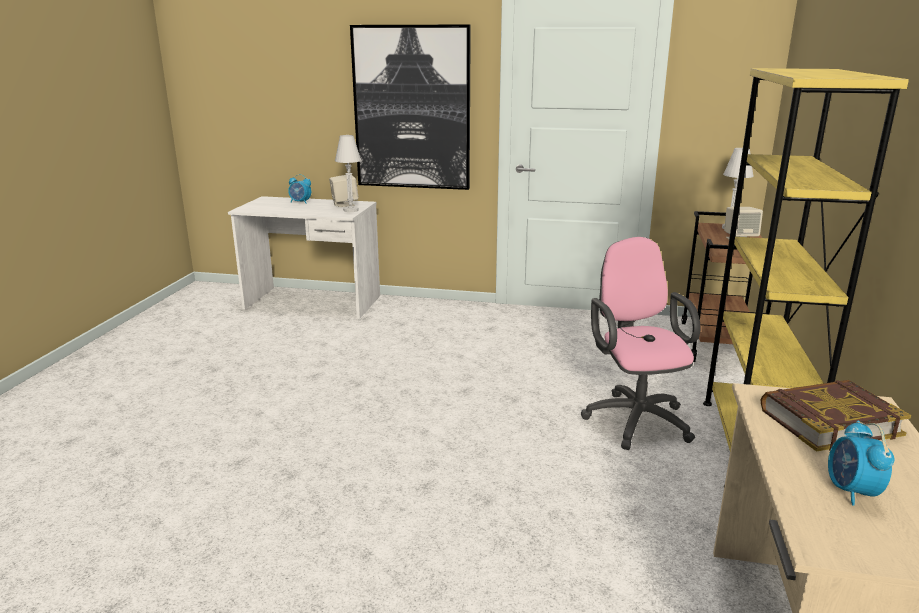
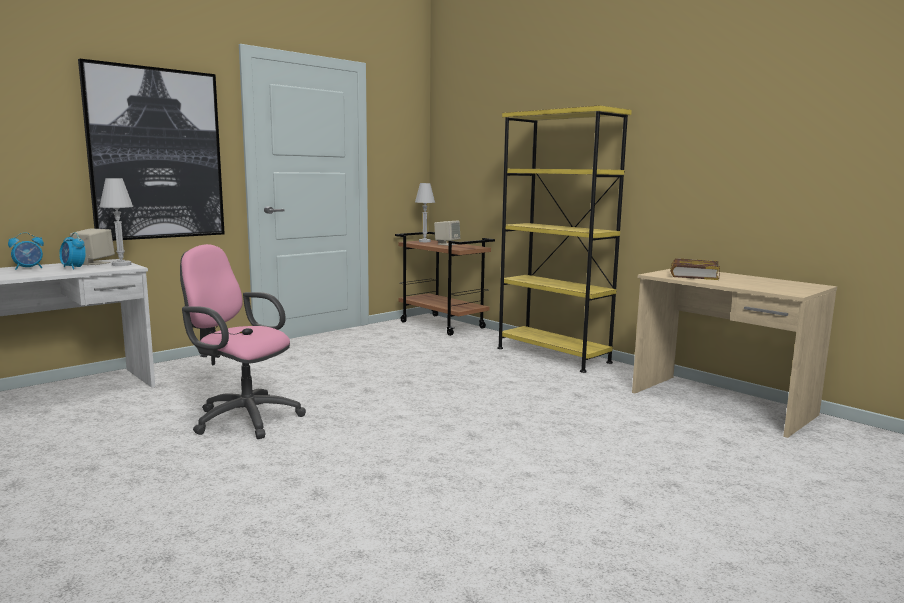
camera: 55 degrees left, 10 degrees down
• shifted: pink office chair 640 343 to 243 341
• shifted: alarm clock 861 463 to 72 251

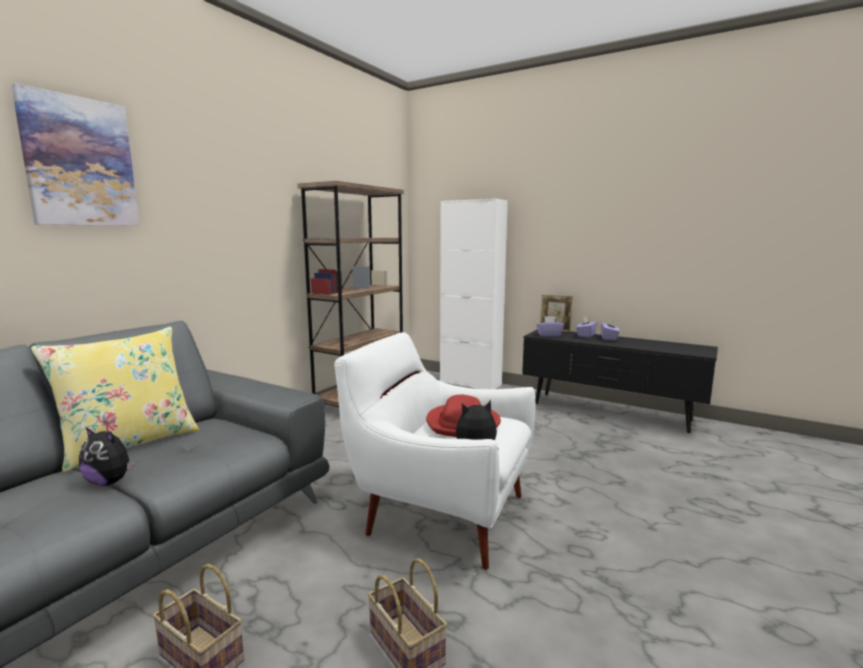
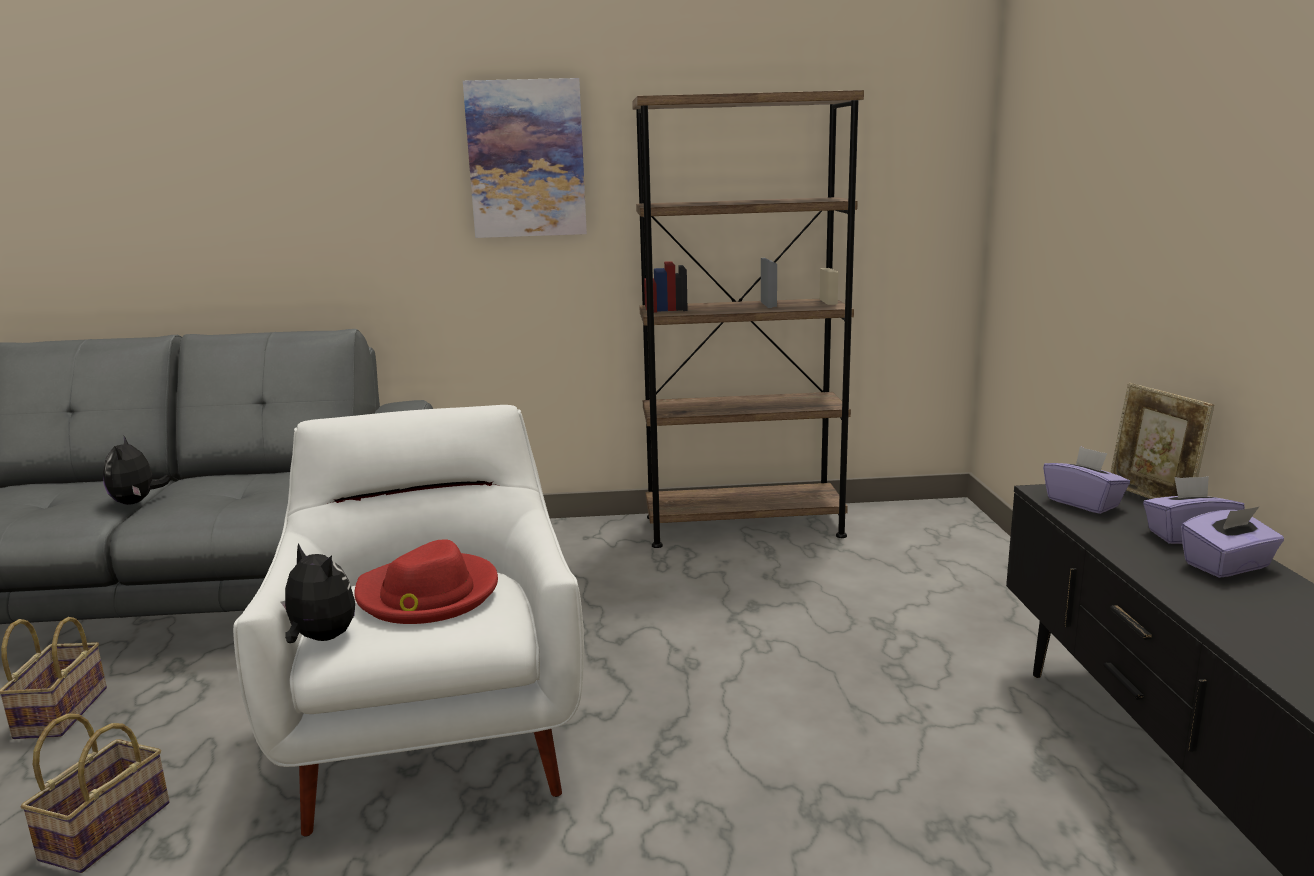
camera: 55 degrees right, 5 degrees up
• gone: yellow pillow 115 400
• gone: white cabinet 474 294
• shifted: picture 75 154 to 525 158

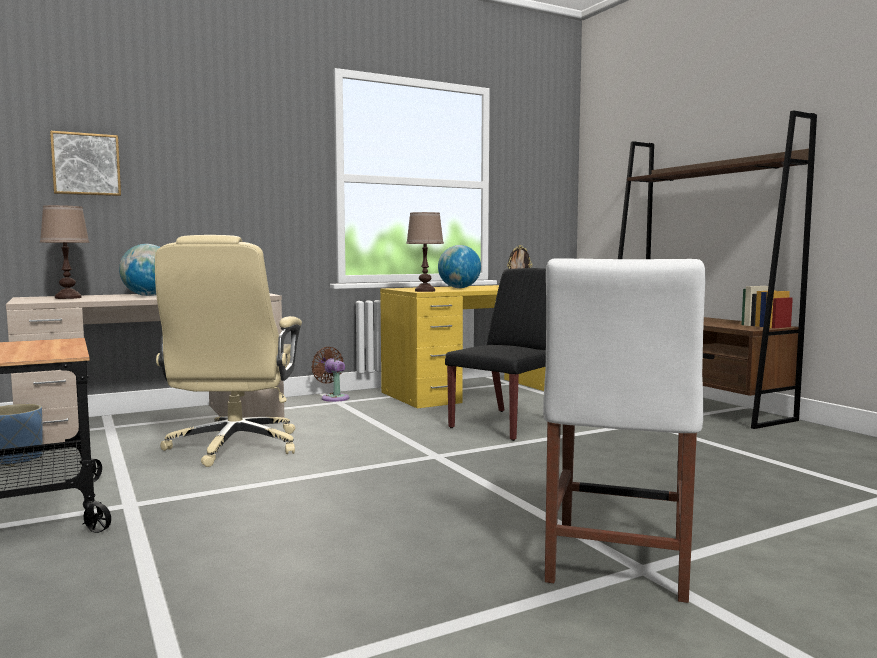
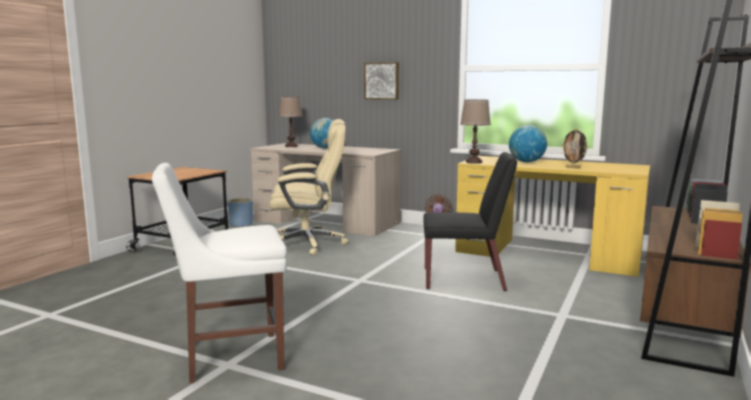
camera: 55 degrees right, 5 degrees up
• shifted: picture 85 163 to 381 81
• rotated: beige office chair 228 351 = 308 187 150 degrees counterclockwise

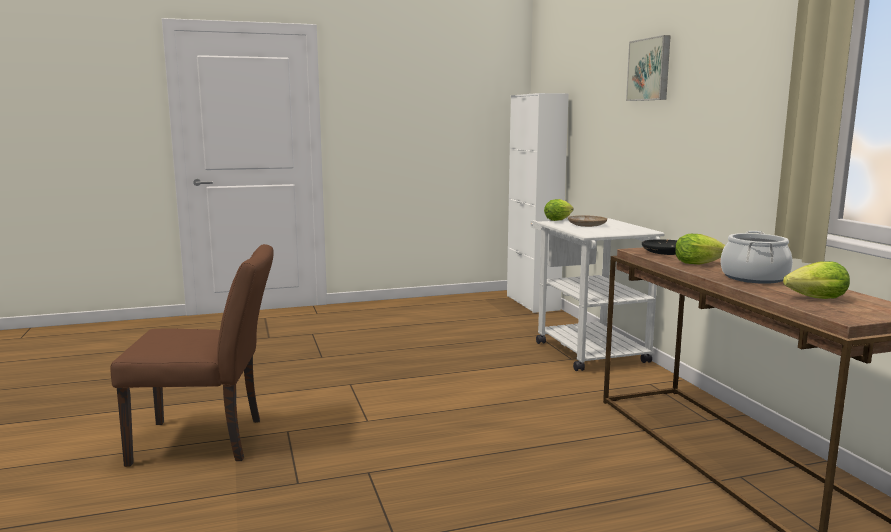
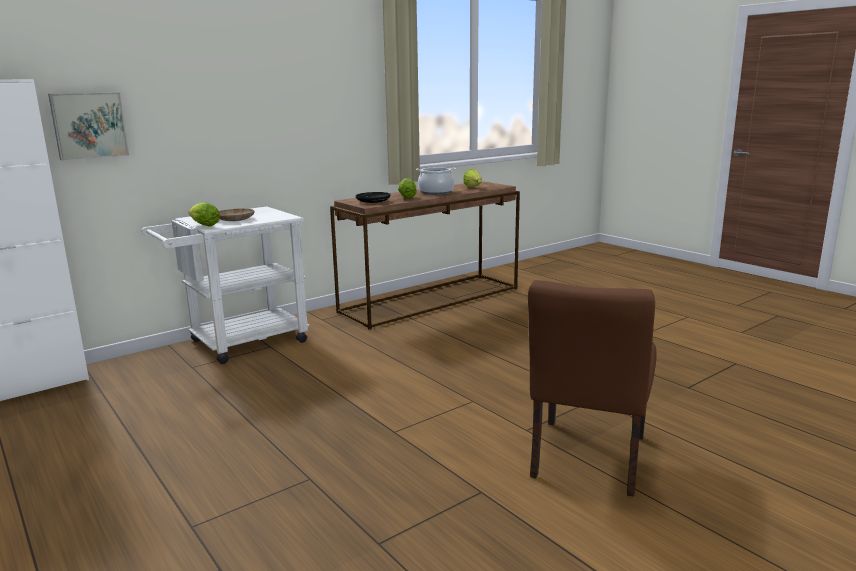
camera: 110 degrees left, 5 degrees up
• shifted: picture 648 68 to 88 126
• rotated: brown chair 192 355 = 592 388 135 degrees counterclockwise

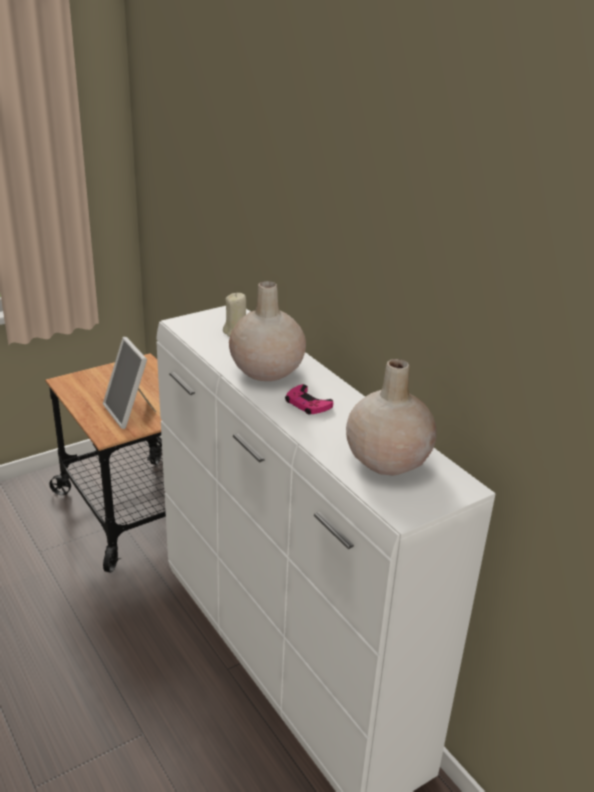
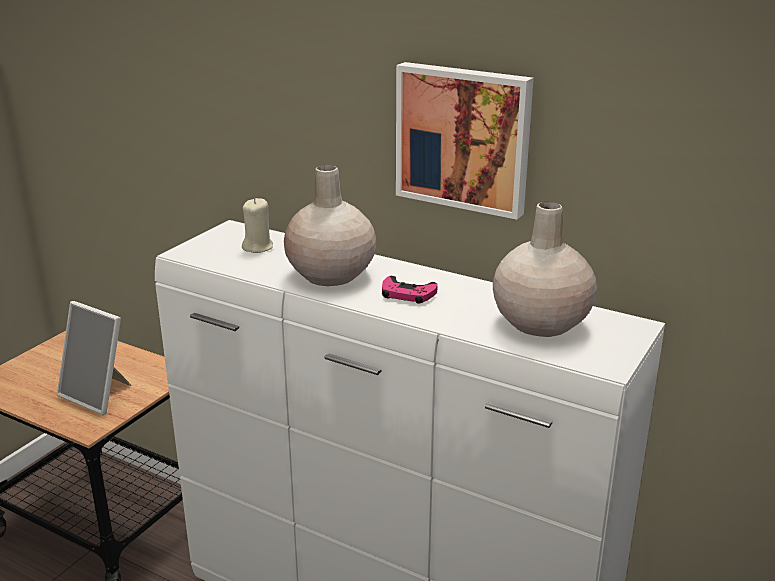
camera: 25 degrees left, 5 degrees down
• new: picture 465 141

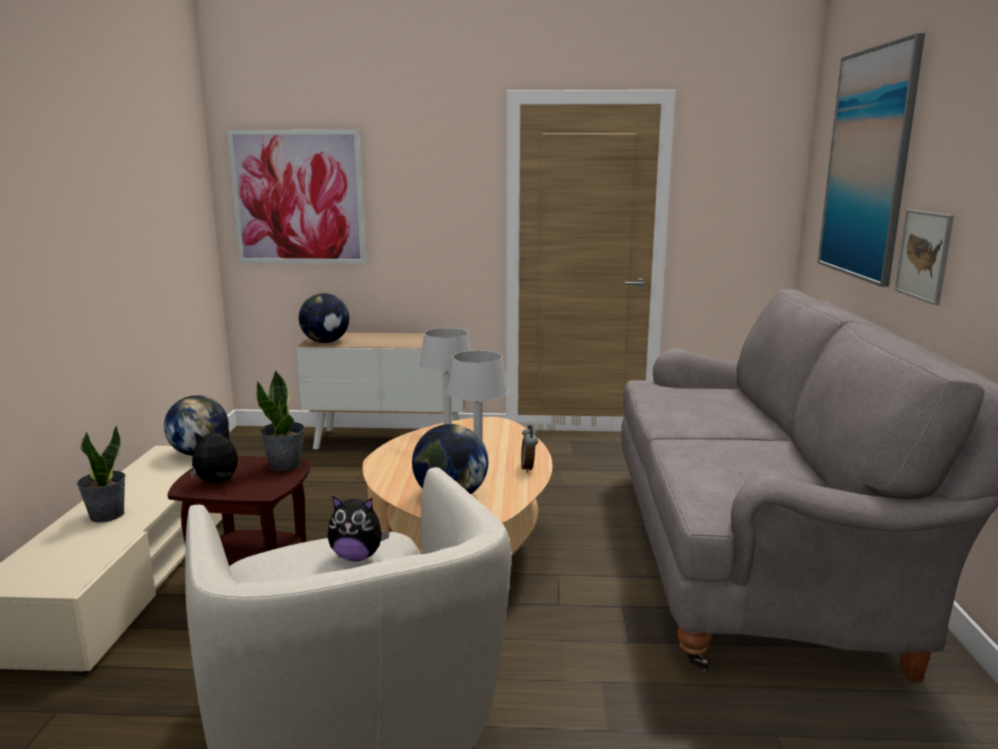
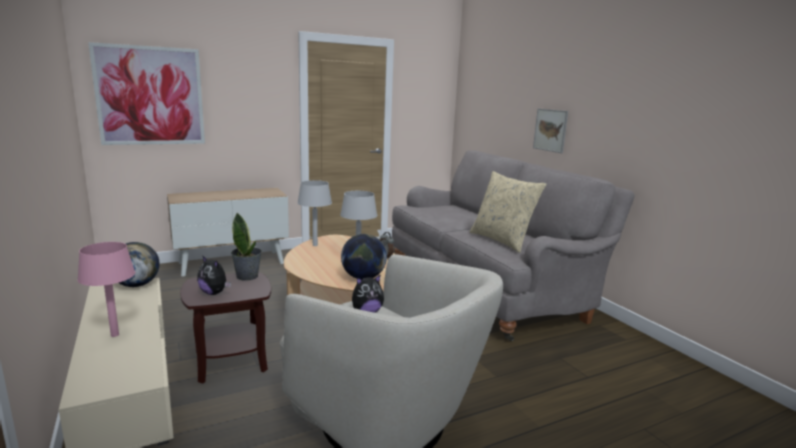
camera: 30 degrees left, 0 degrees up
• gone: globe 324 318
• gone: picture 871 160
• new: beige pillow 508 212
• swapped: potted plant 101 474 to pink table lamp 106 289
• rotated: plush toy 214 455 = 214 275 90 degrees counterclockwise

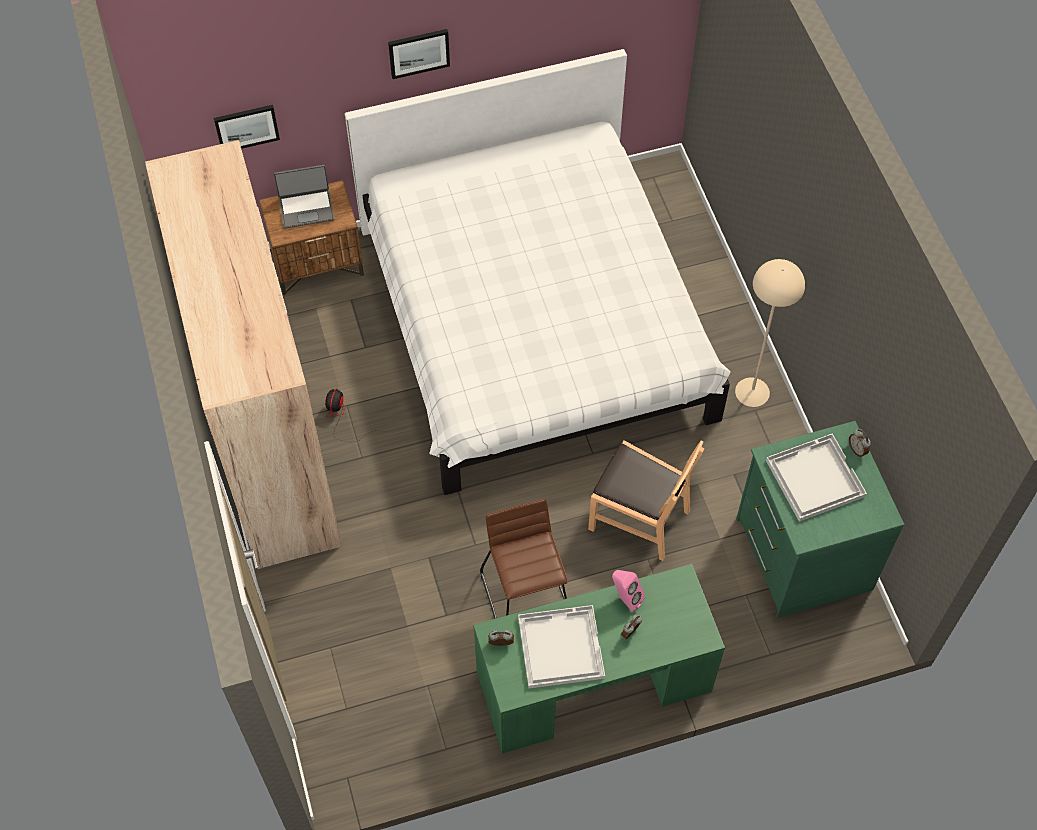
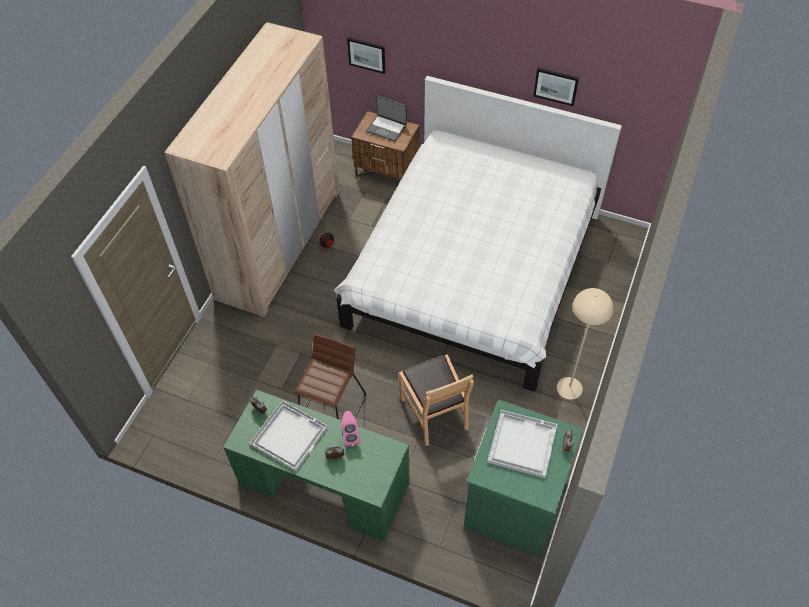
camera: 40 degrees right, 5 degrees down
• shifted: picture 419 54 to 556 87

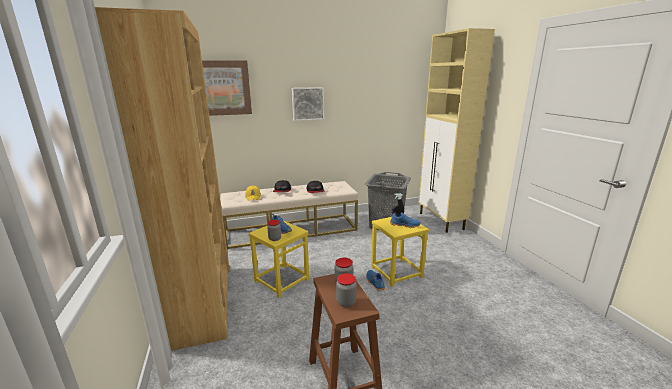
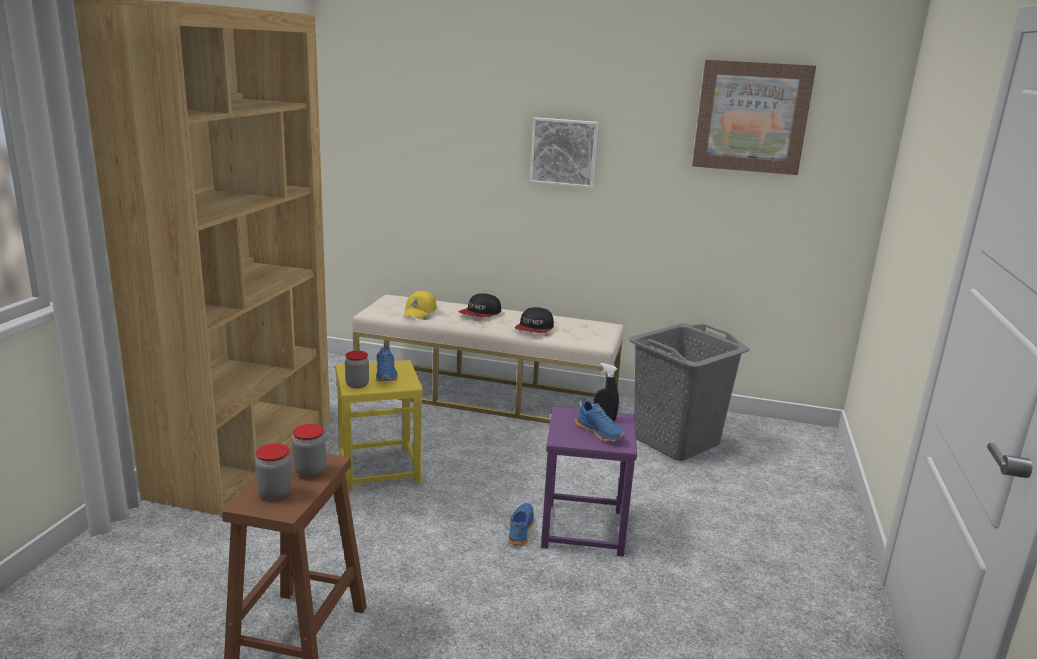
camera: 30 degrees right, 0 degrees up
• gone: beige cabinet 457 130
• shifted: picture 227 88 to 754 117
• repainted: yellow stool 400 252 to purple stool 589 482

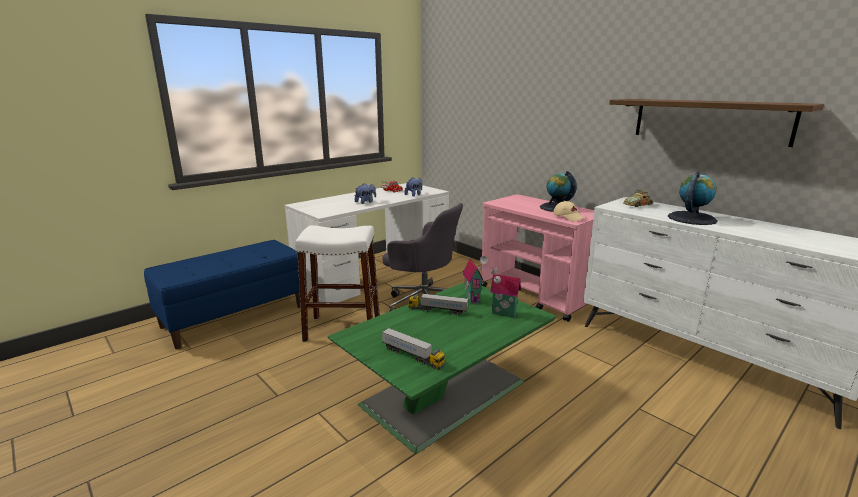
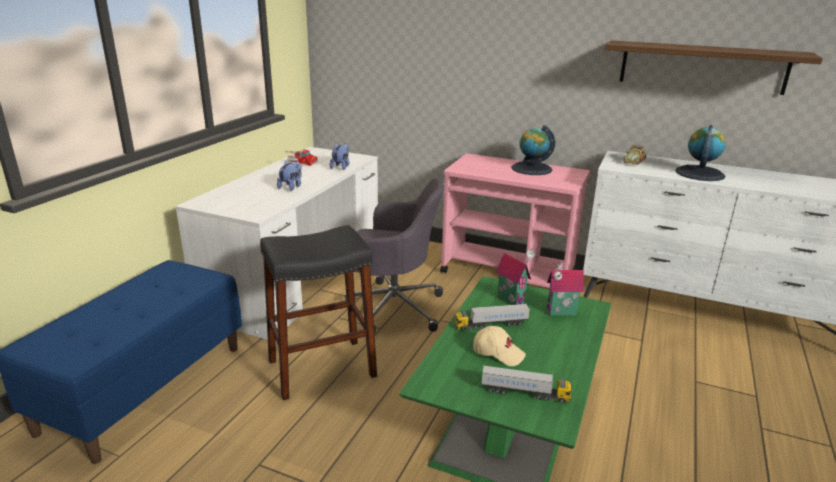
camera: 25 degrees left, 5 degrees up
• shifted: beige cap 569 211 to 499 346
• repainted: white stool 337 283 to black stool 318 312

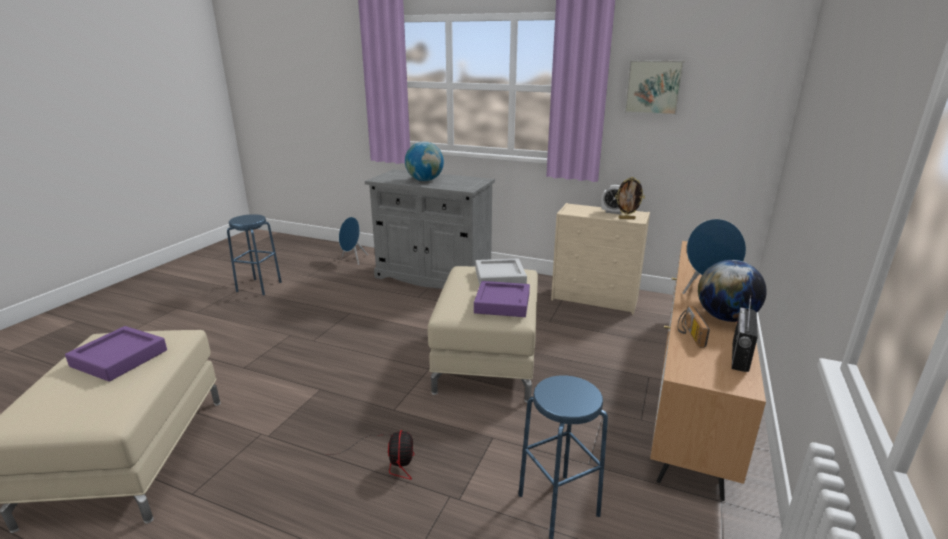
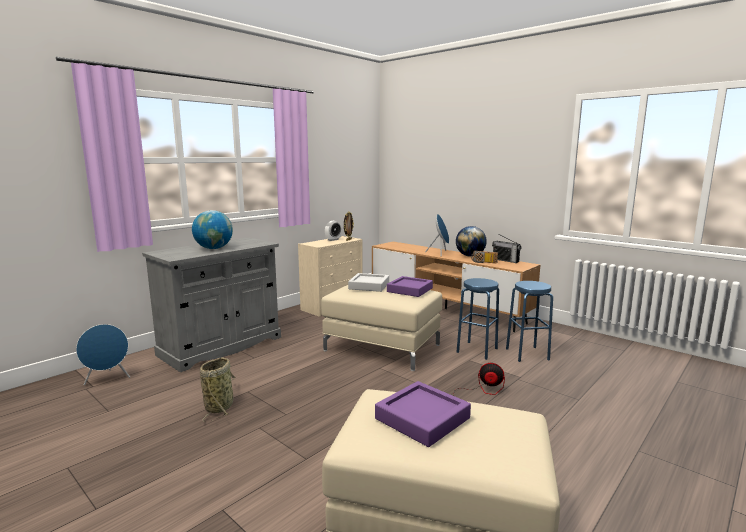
camera: 70 degrees left, 10 degrees down
• gone: picture 654 87
• new: basket 218 389
• shifted: blue stool 254 254 to 478 319

